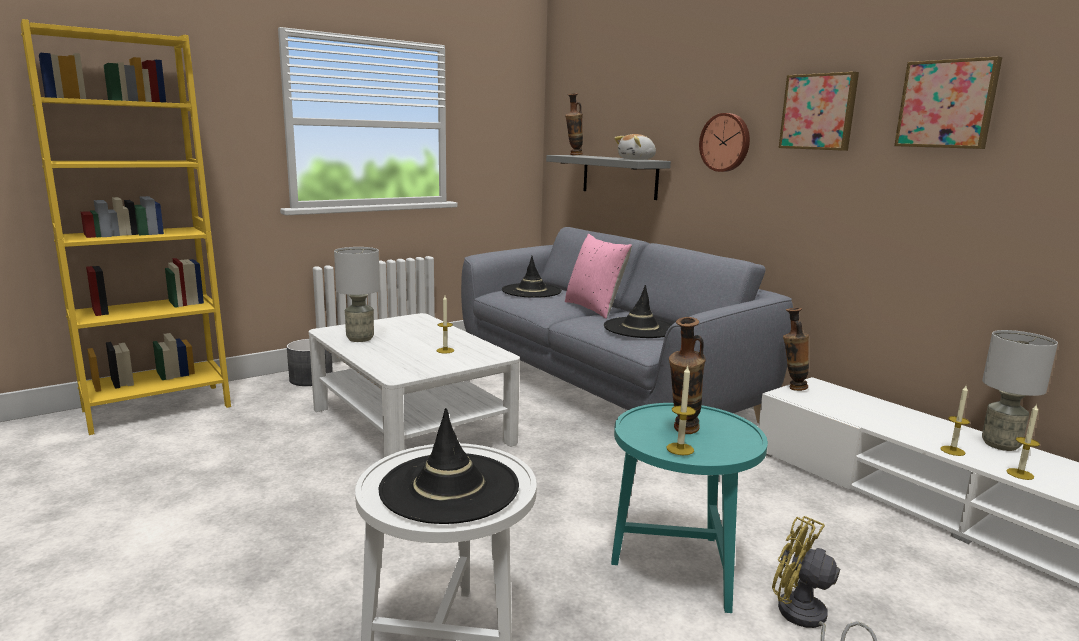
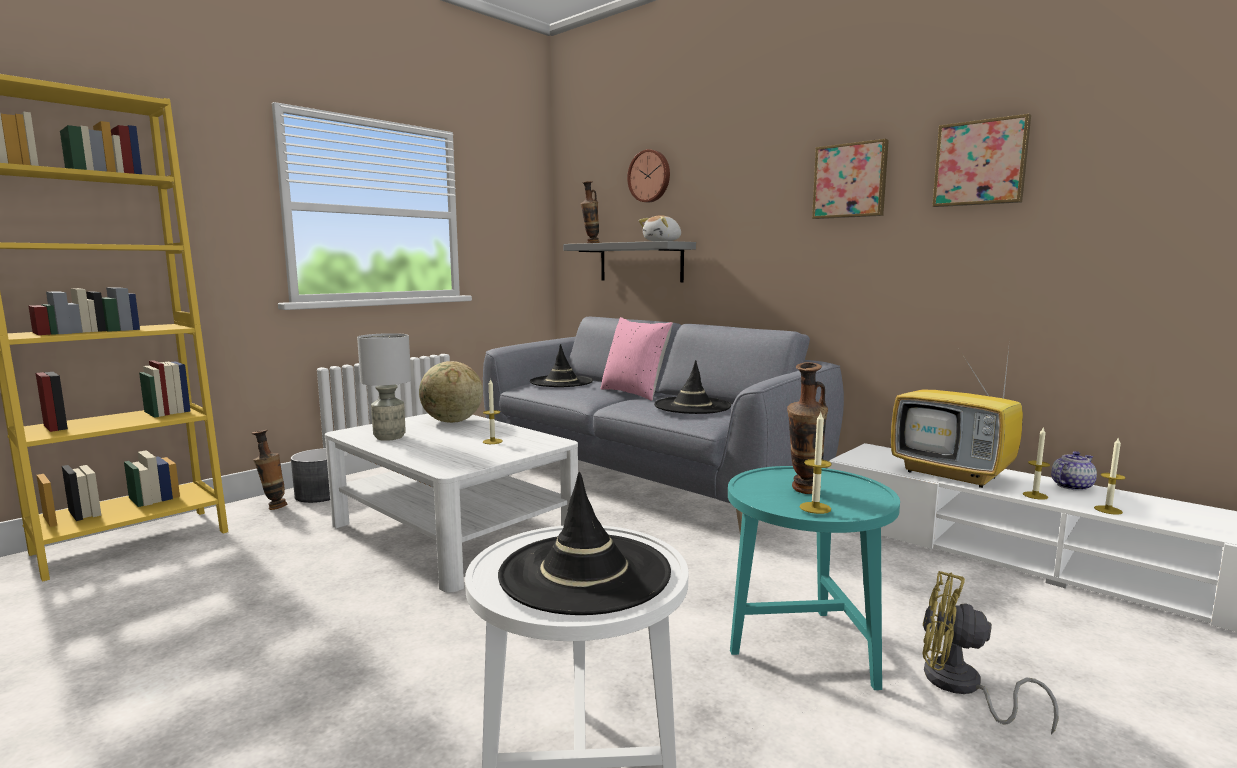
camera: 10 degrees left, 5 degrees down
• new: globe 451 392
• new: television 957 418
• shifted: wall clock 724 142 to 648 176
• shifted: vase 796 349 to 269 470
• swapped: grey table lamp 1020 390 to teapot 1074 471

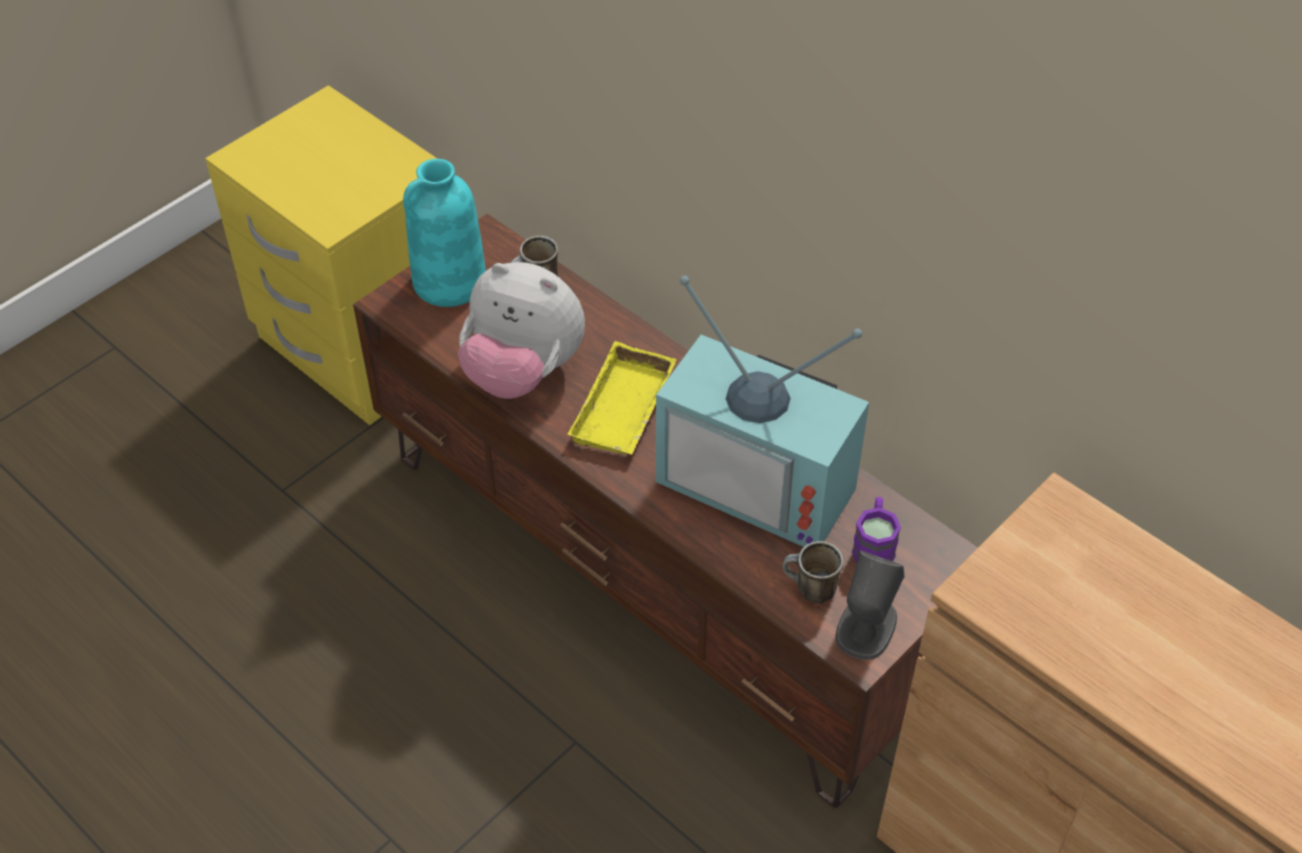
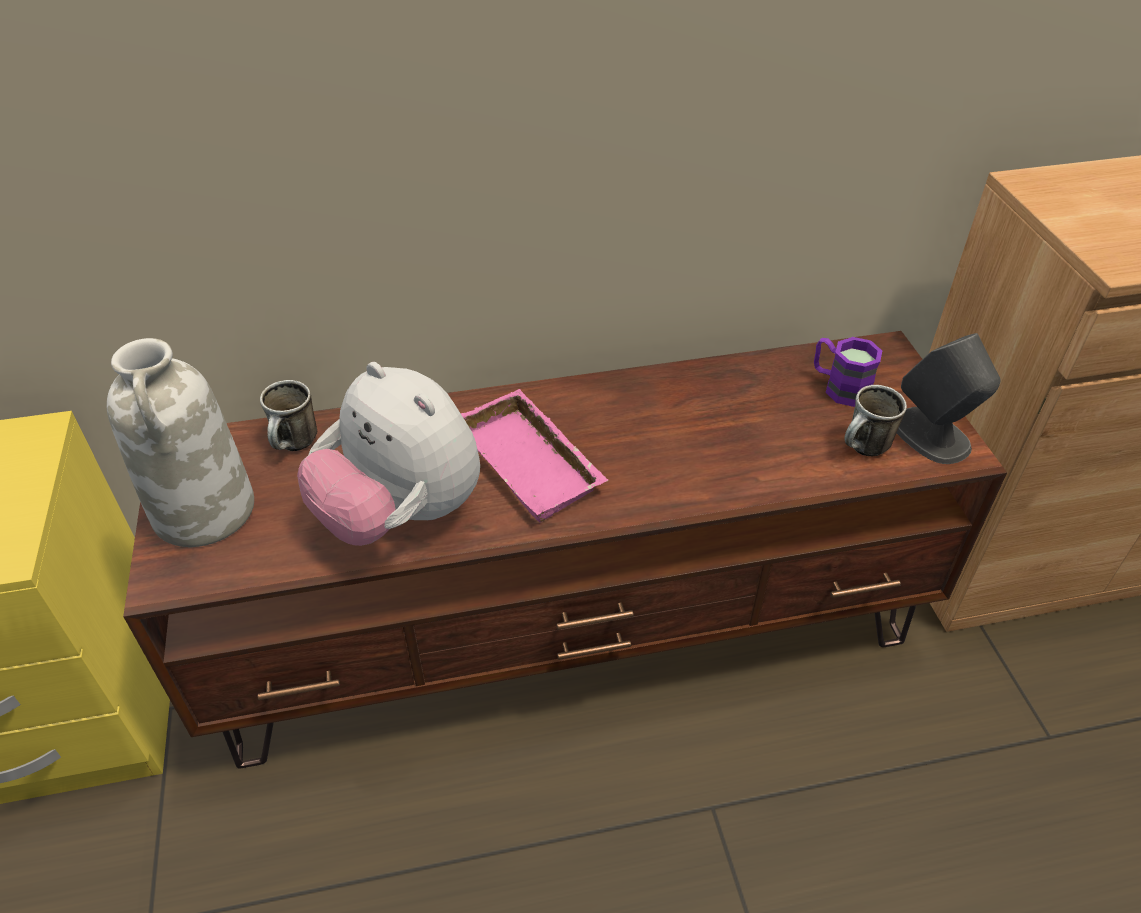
camera: 55 degrees left, 5 degrees down
• gone: television 762 411
• repainted: turquoise vase 444 233 to white vase 180 442
• repainted: yellow tray 622 398 to pink tray 534 456
• rotated: plush toy 521 330 = 388 454 75 degrees clockwise

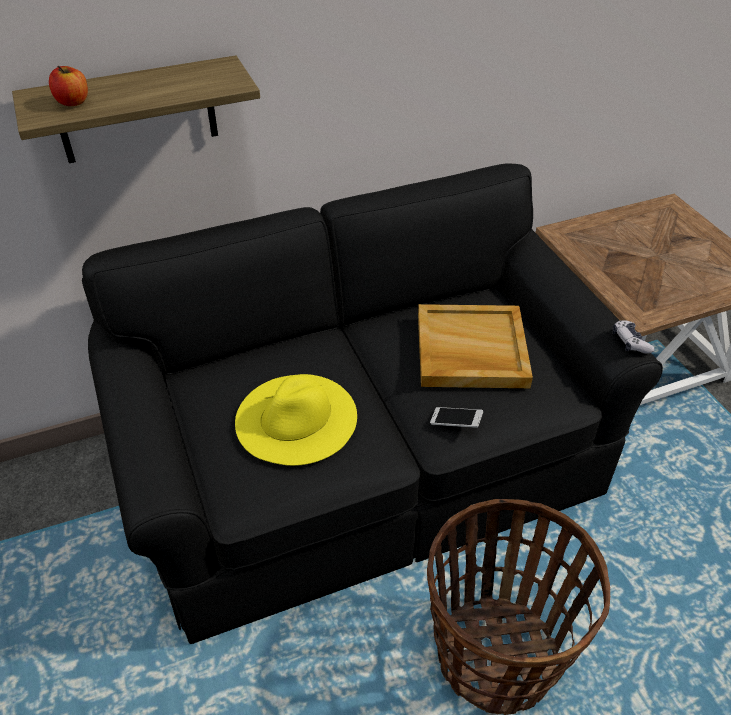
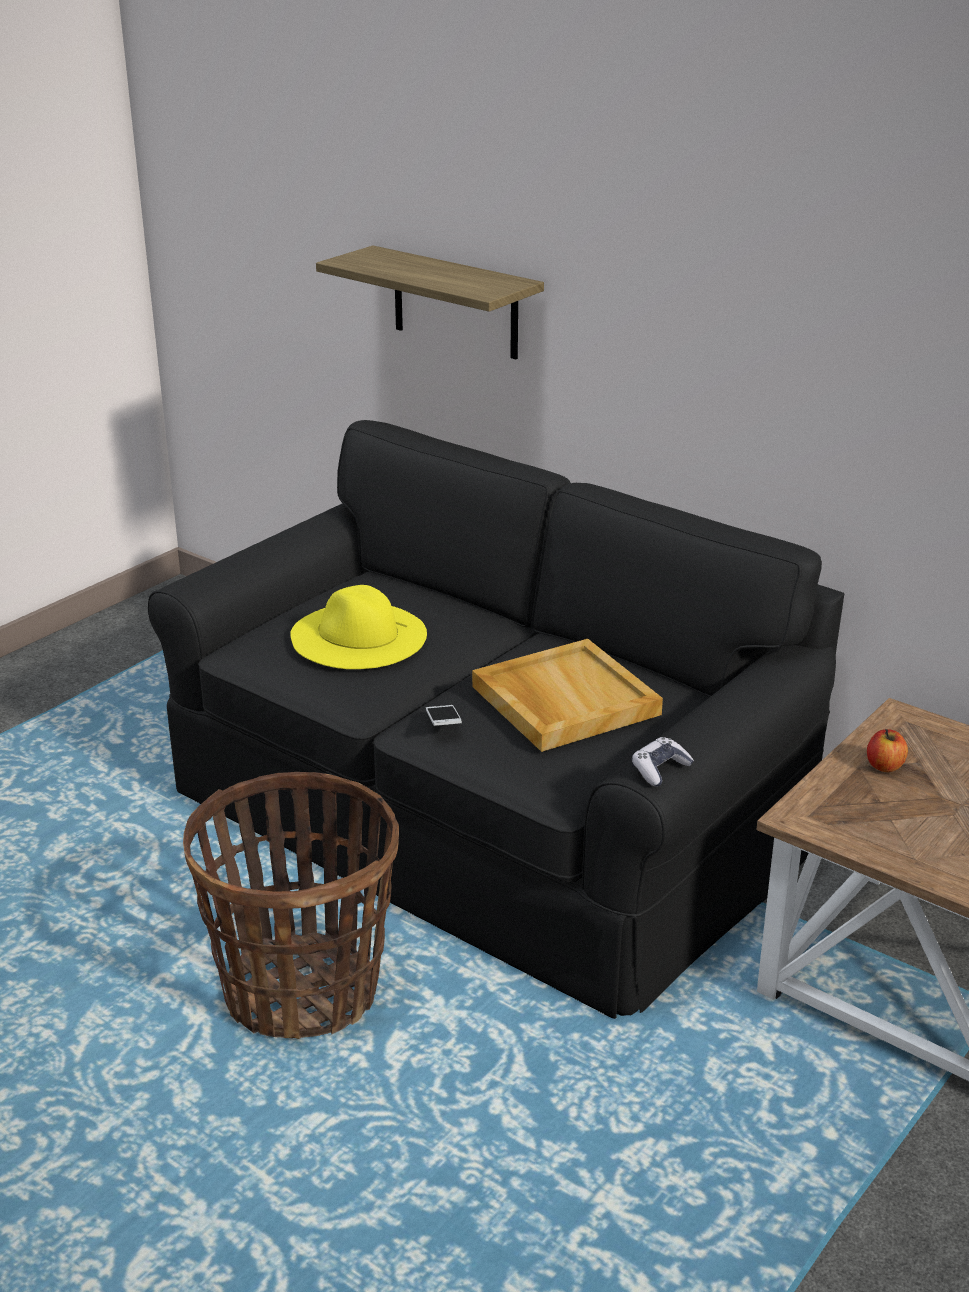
camera: 60 degrees right, 15 degrees down
• shifted: apple 68 86 to 887 750

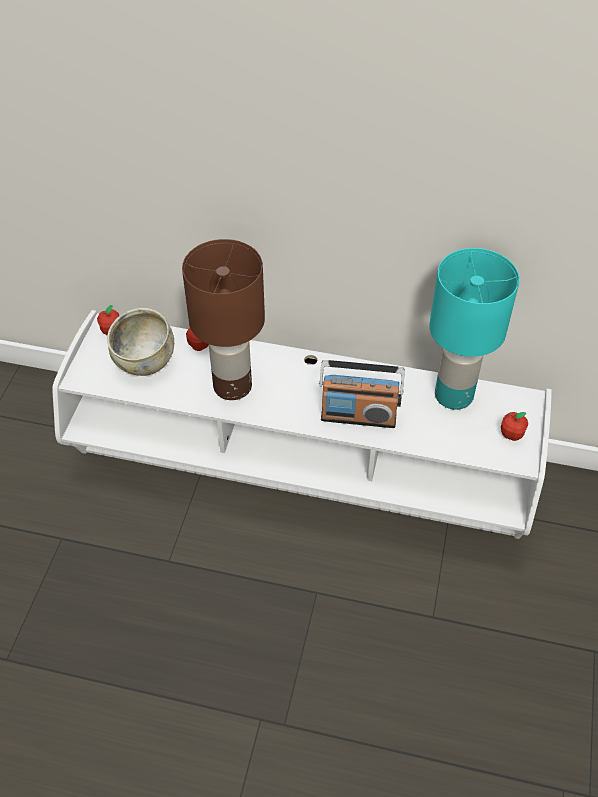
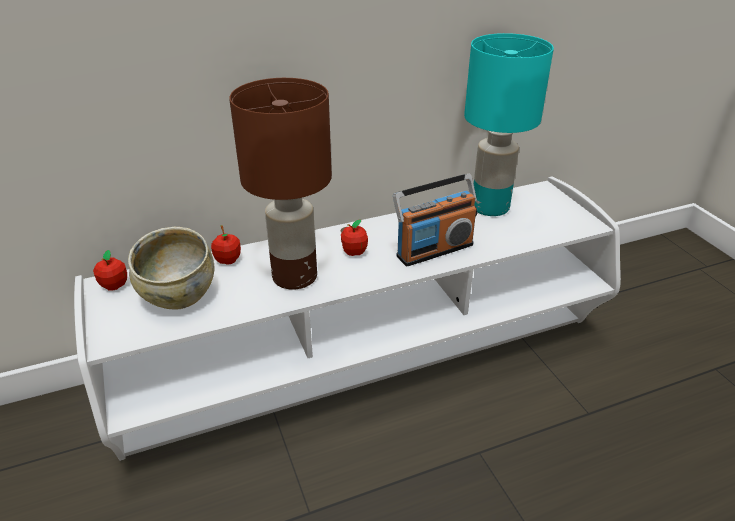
camera: 35 degrees left, 15 degrees down
• shifted: apple 514 426 to 354 237

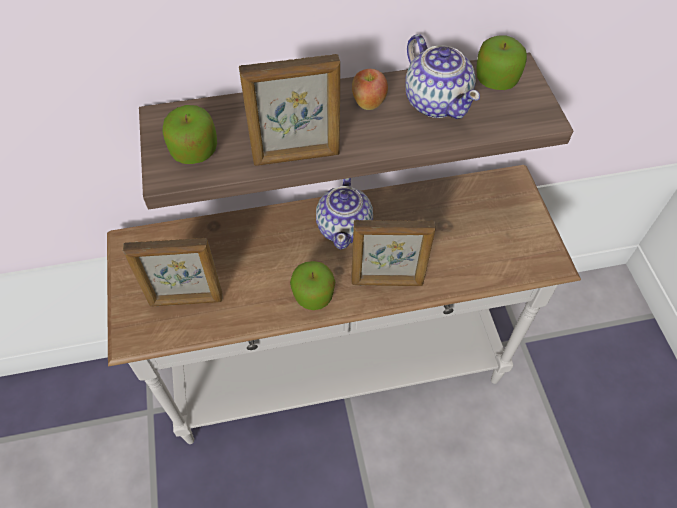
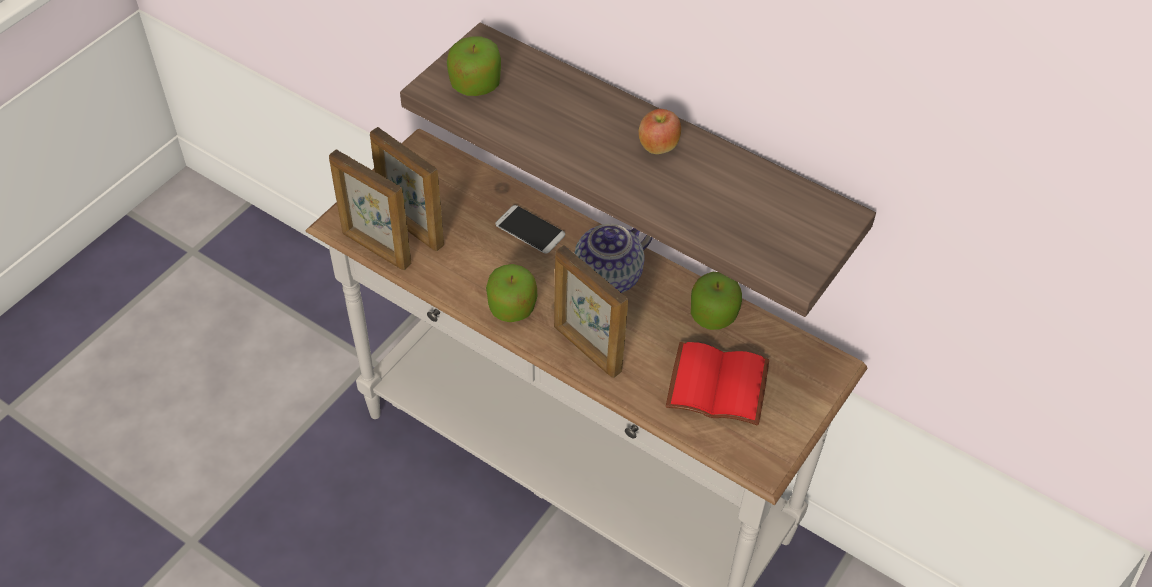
camera: 45 degrees right, 5 degrees down
• gone: teapot 442 76
• new: phone 530 229
• new: red book 717 383
• shifted: picture frame 289 110 to 370 210
• shifted: apple 501 62 to 716 301

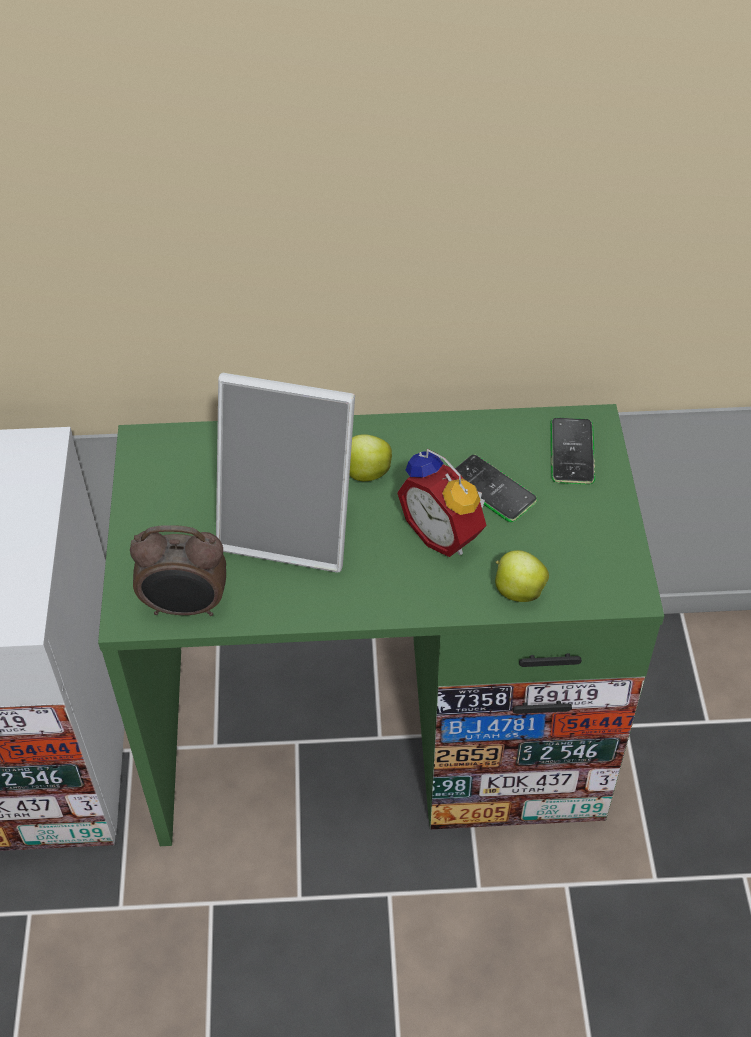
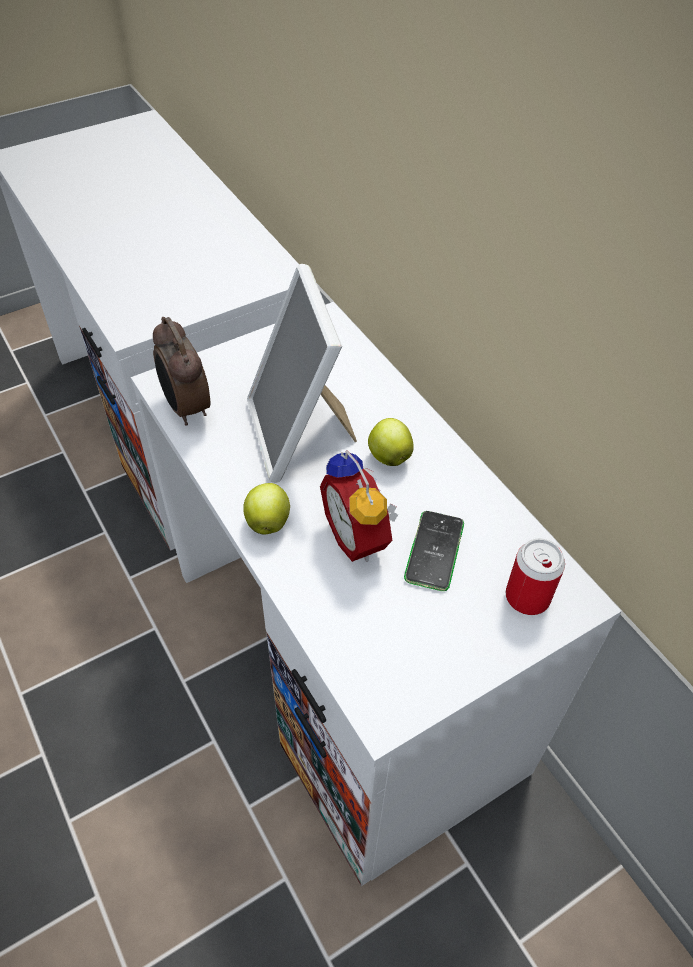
camera: 60 degrees right, 0 degrees up
• shifted: apple 522 576 to 266 509
• swapped: phone 573 451 to can 535 577
• repainted: green desk 381 625 to white desk 376 594
• rotated: alarm clock 442 503 = 359 506 45 degrees counterclockwise

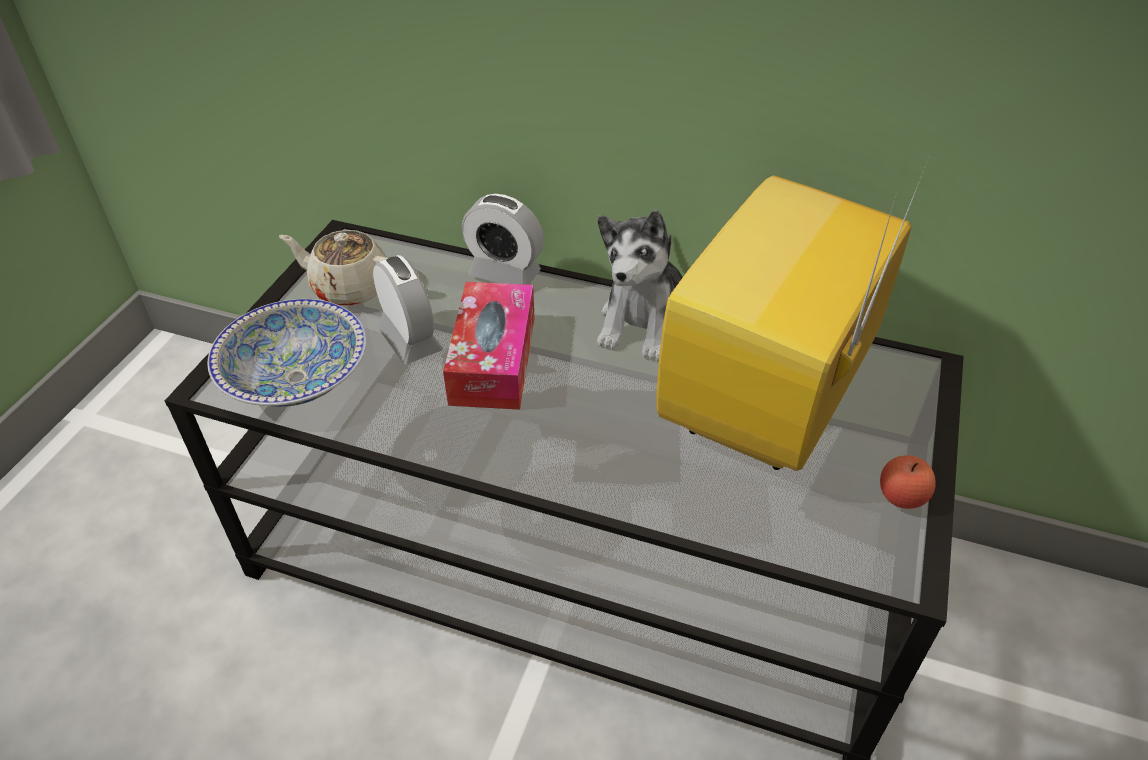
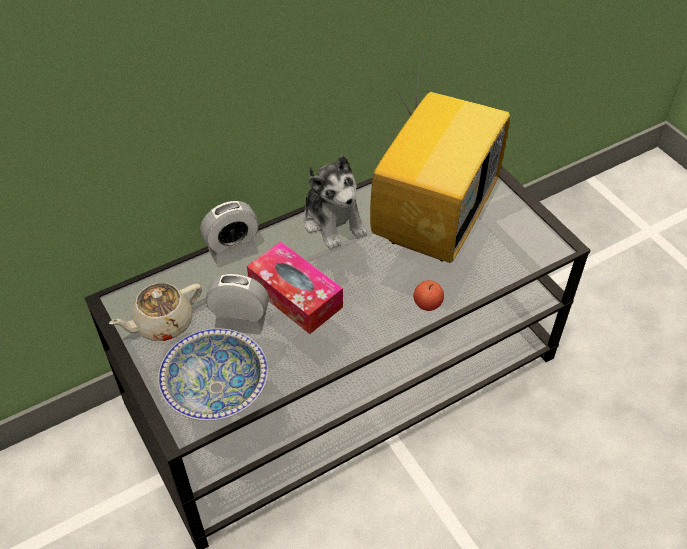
camera: 50 degrees left, 5 degrees up
• shifted: apple 908 482 to 429 295
• rotated: television 793 314 = 440 145 135 degrees counterclockwise

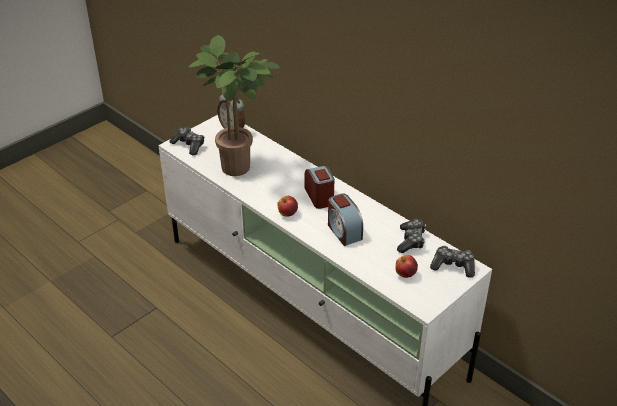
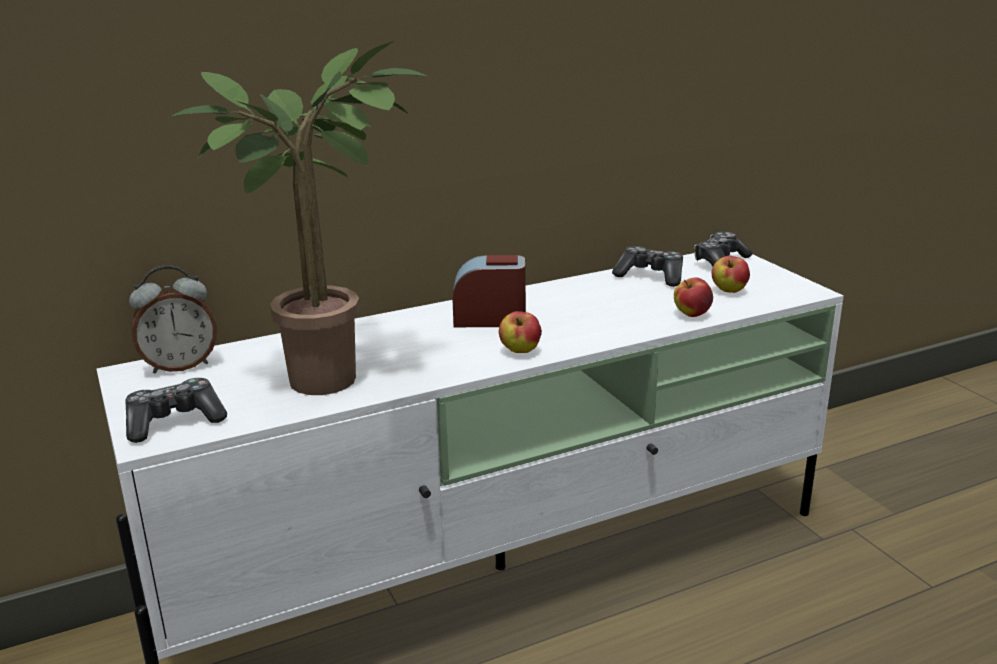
camera: 70 degrees left, 15 degrees down
• gone: alarm clock 345 219
• new: apple 693 297

